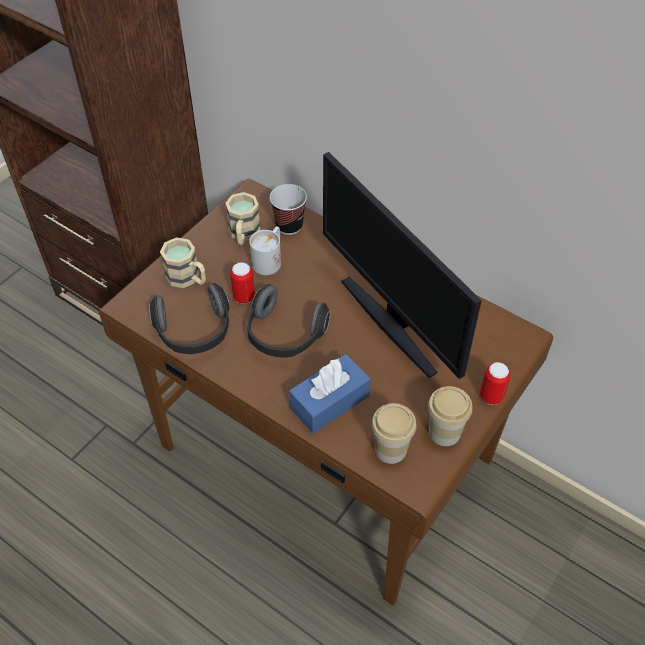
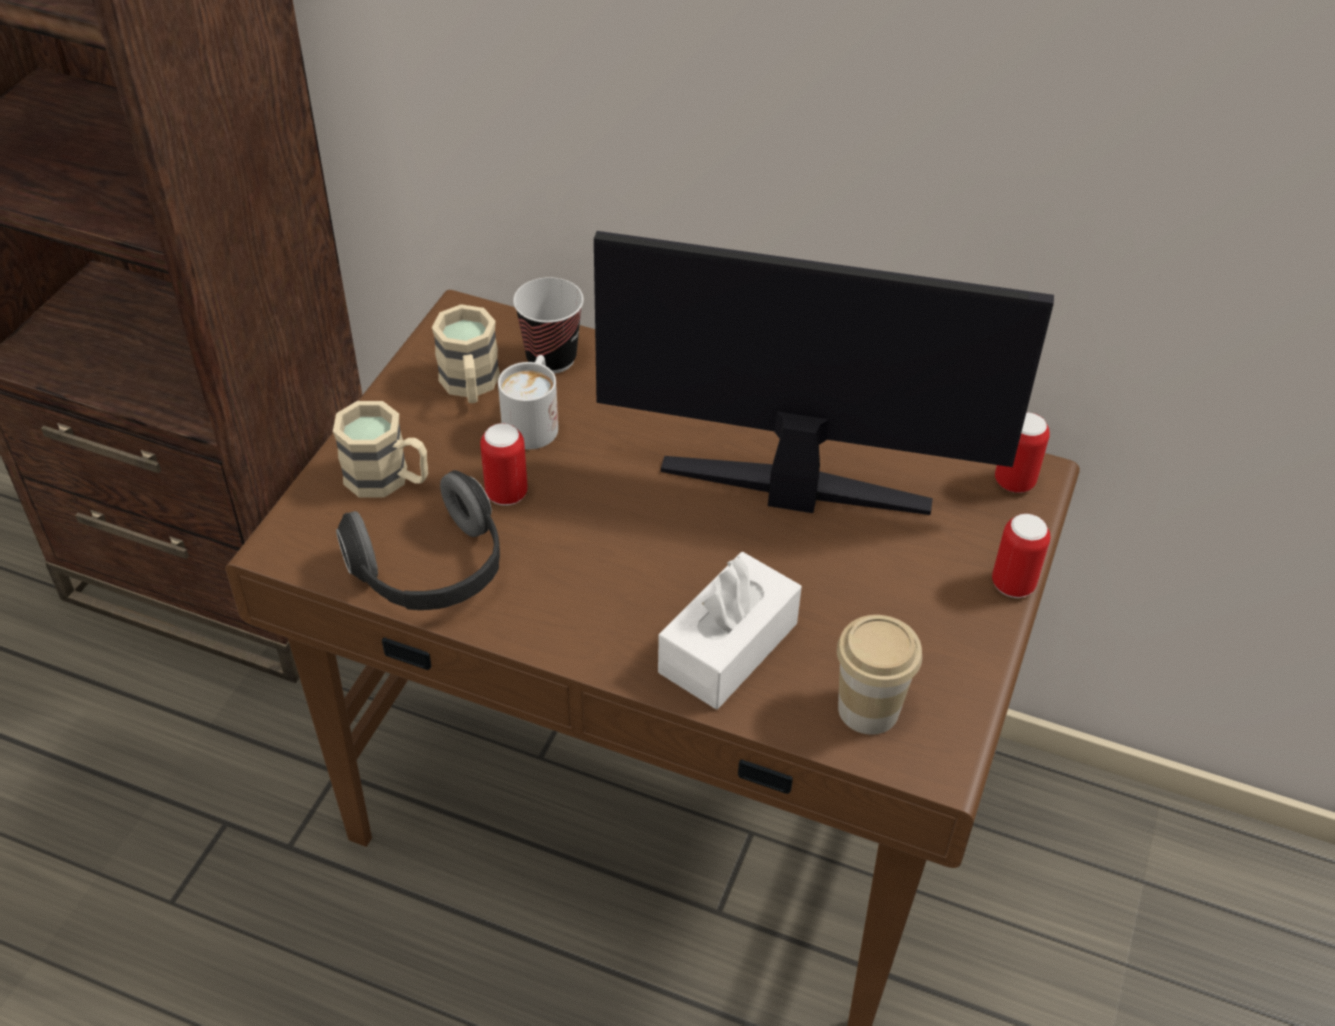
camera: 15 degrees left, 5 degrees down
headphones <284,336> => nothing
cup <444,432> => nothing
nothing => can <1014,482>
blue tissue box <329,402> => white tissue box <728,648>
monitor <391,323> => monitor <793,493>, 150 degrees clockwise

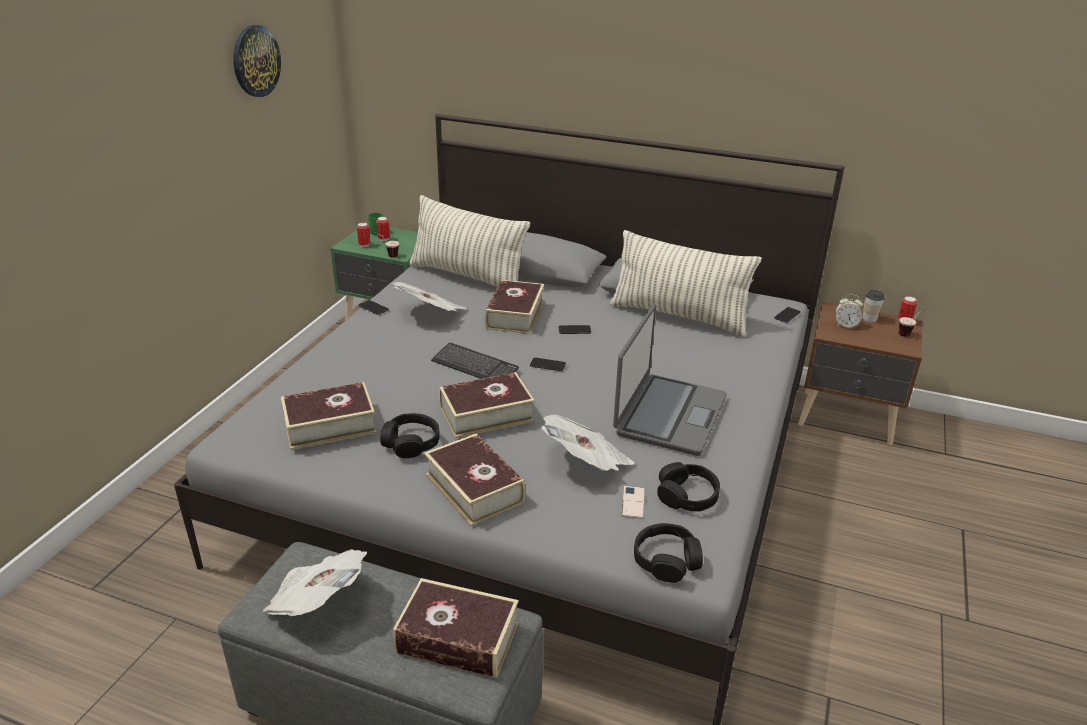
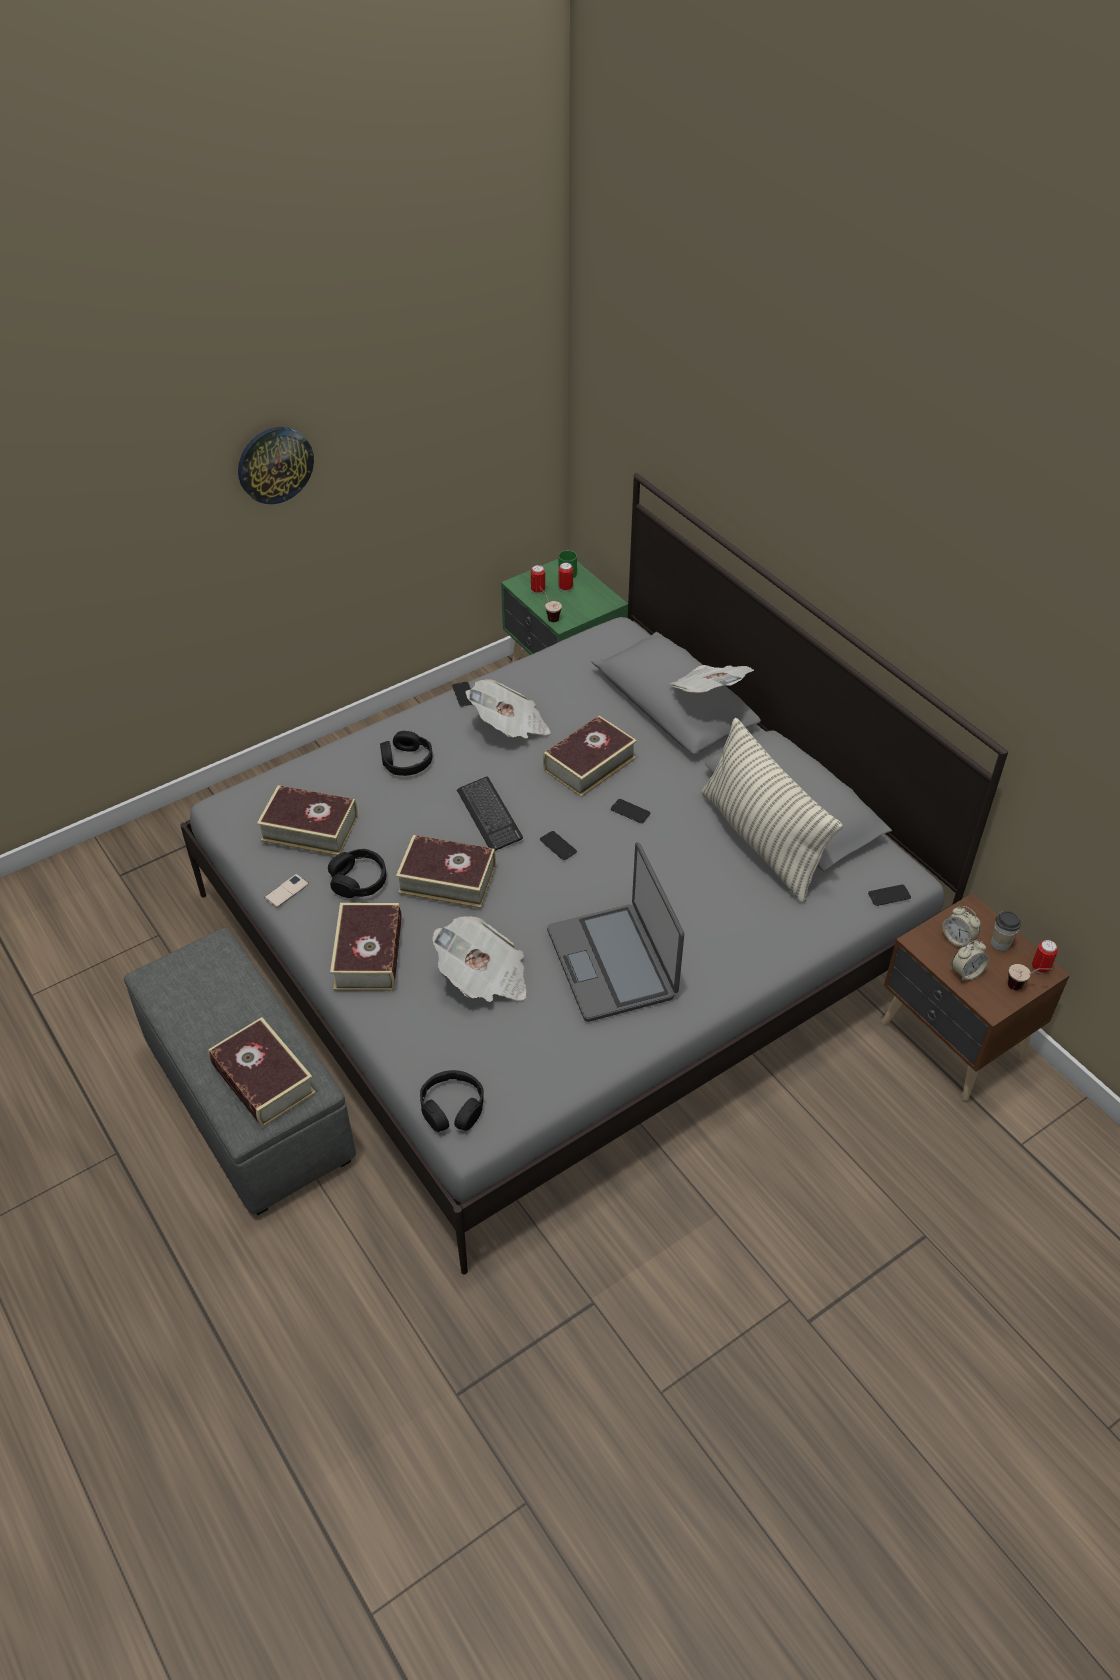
camera: 35 degrees right, 15 degrees up
pillow <467,276> => nothing
nothing => alarm clock <966,972>
wall clock <255,61> => wall clock <275,464>, moved
newspaper <318,601> => newspaper <709,693>, moved
phone <633,502> => phone <286,891>, moved
black headphones <687,495> => black headphones <406,761>, moved
laptop <669,415> => laptop <613,963>, 105 degrees clockwise

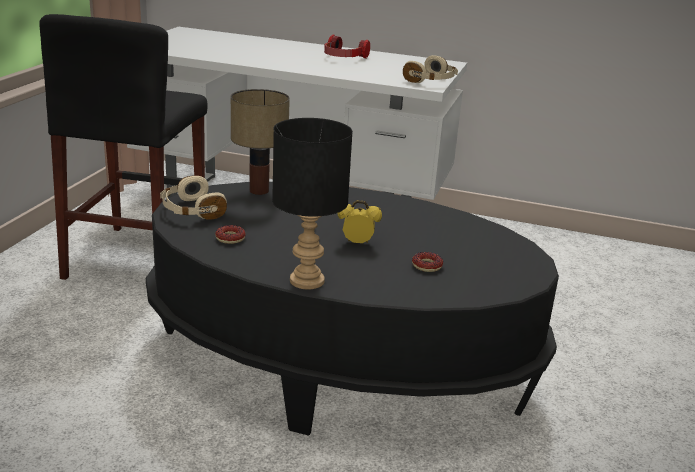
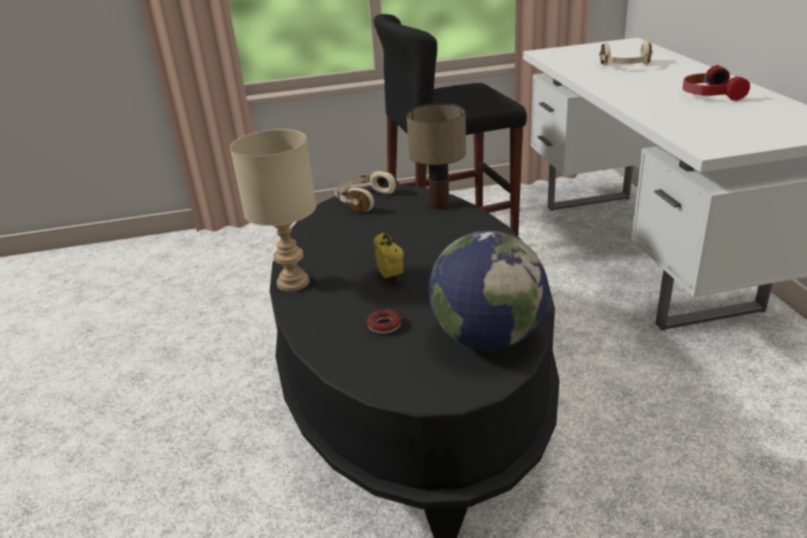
camera: 65 degrees right, 5 degrees up
donut <230,238> => nothing
nothing => globe <487,338>
beige headphones <431,81> => beige headphones <625,66>, moved
black table lamp <305,280> => beige table lamp <293,282>

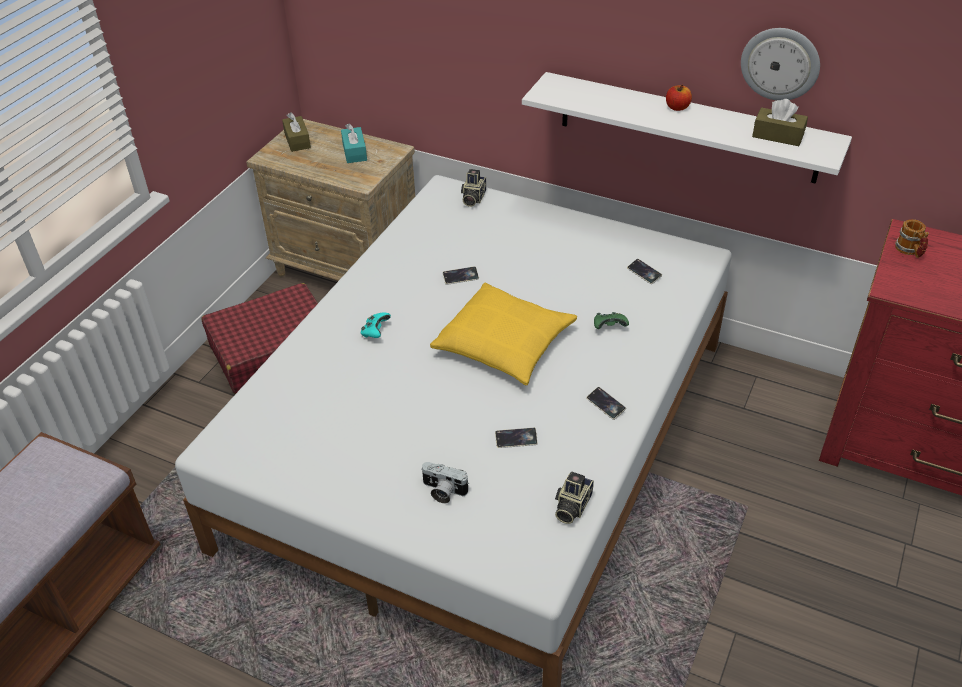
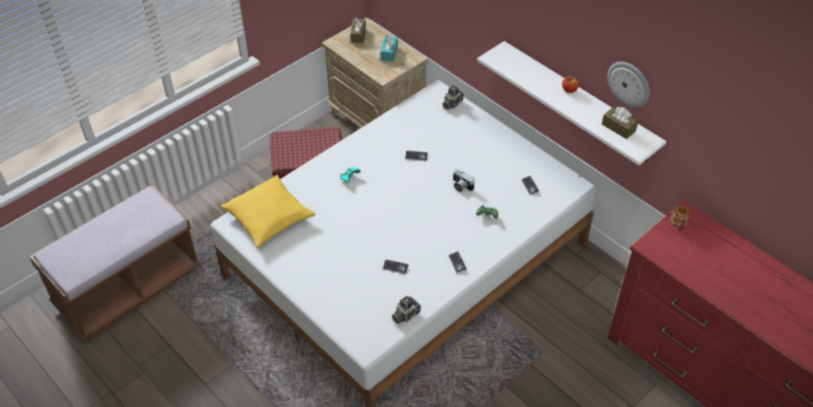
camera: 20 degrees right, 5 degrees up
photo camera <443,491> => photo camera <461,186>, moved
yellow pillow <504,344> => yellow pillow <269,217>, moved

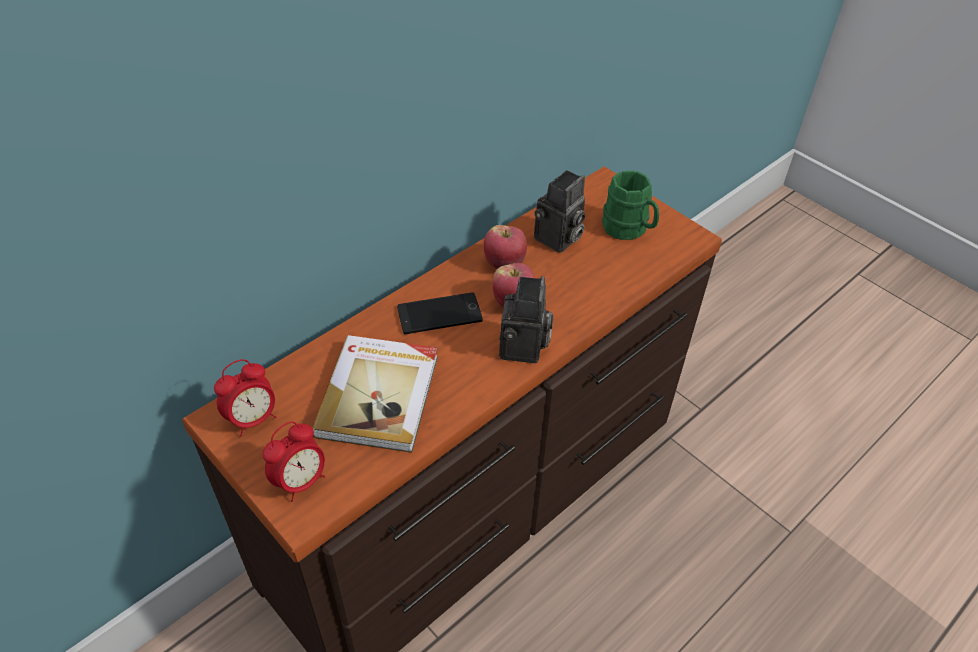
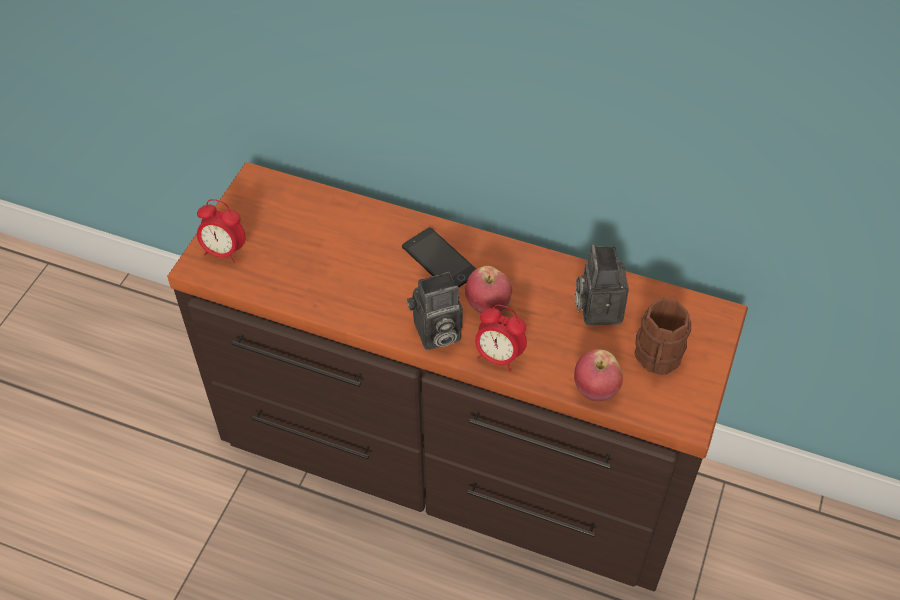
camera: 65 degrees right, 5 degrees up
book <380,395> => nothing
alarm clock <253,419> => alarm clock <498,357>, moved
apple <504,264> => apple <595,390>, moved
green mug <629,229> => brown mug <656,360>
photo camera <558,240> => photo camera <597,308>, 75 degrees clockwise

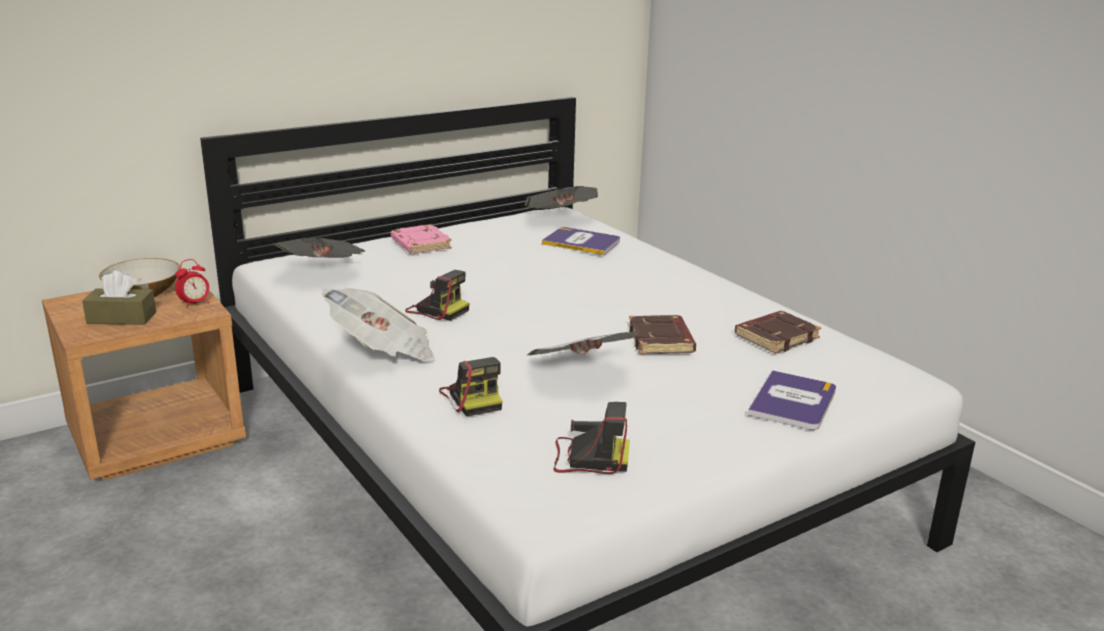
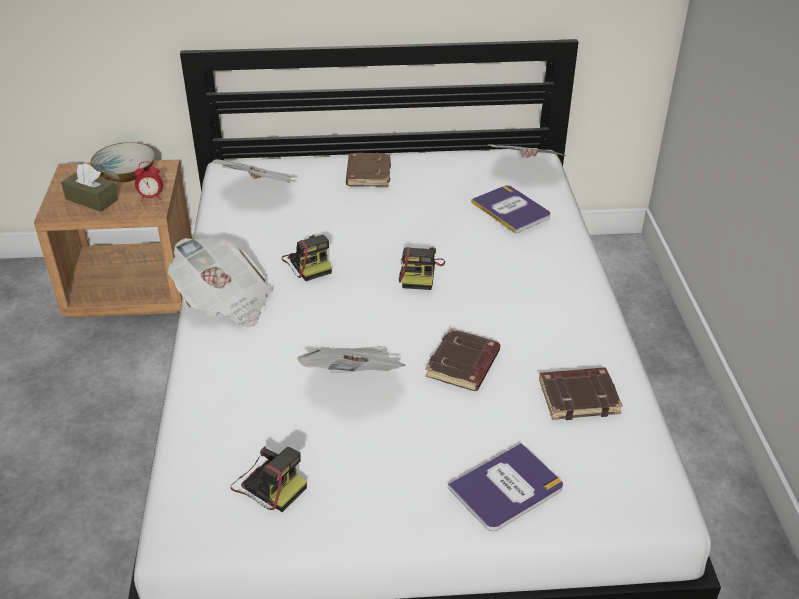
camera: 30 degrees right, 15 degrees up
photo camera <473,398> => photo camera <420,273>, moved
pink book <419,244> => brown book <367,174>

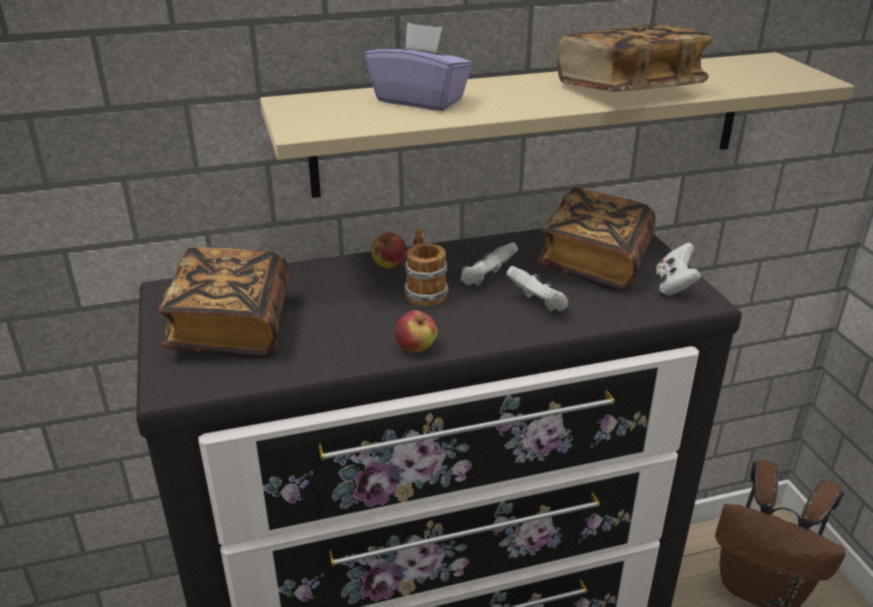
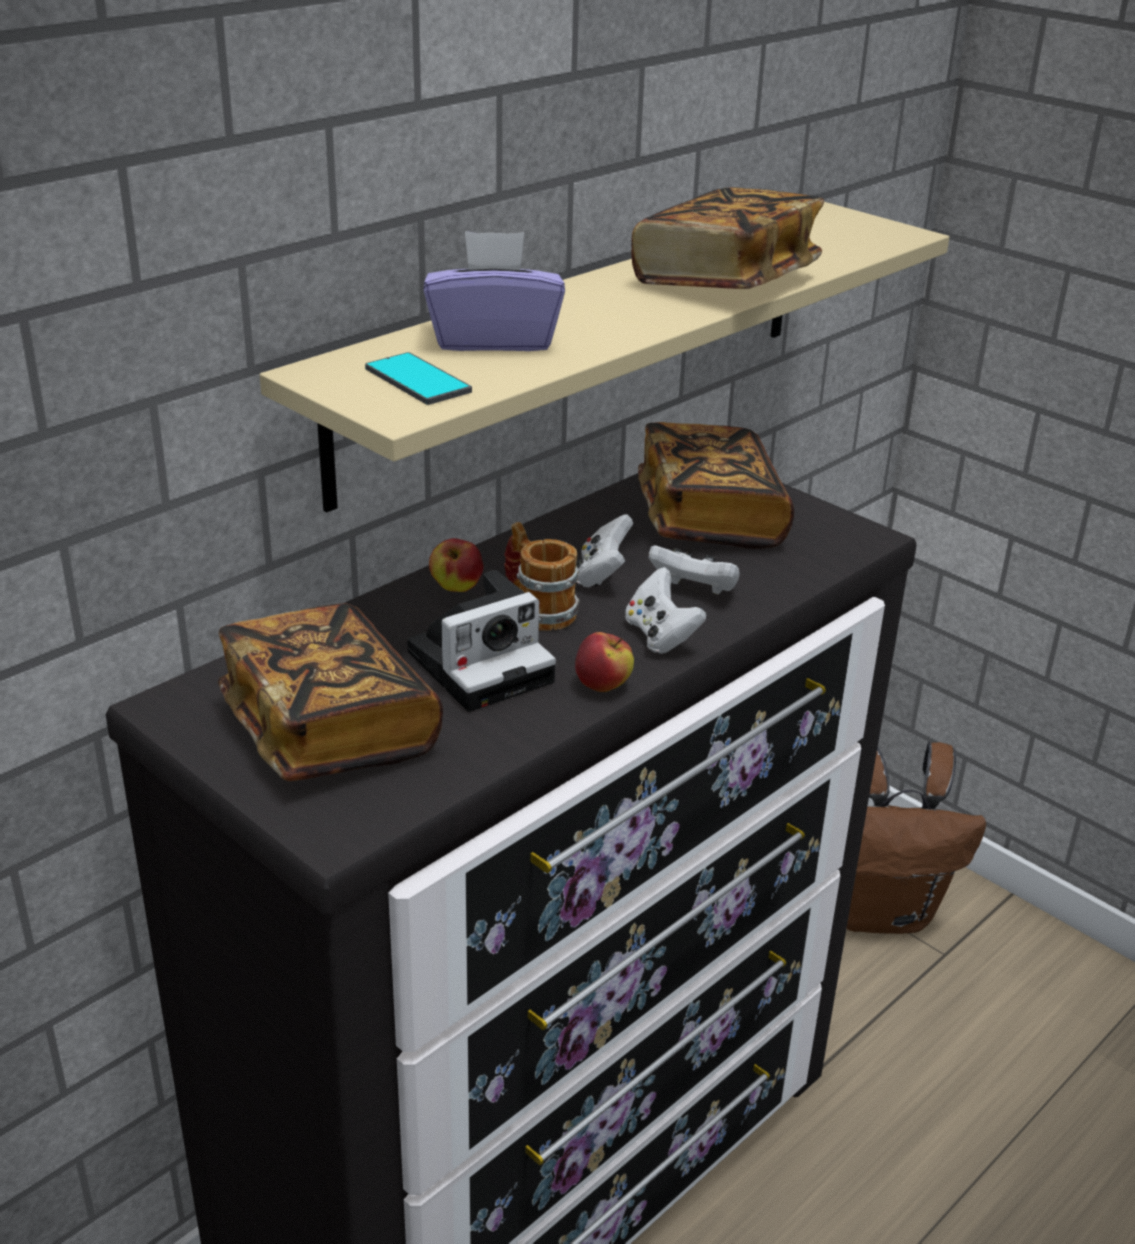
camera: 30 degrees left, 0 degrees up
nothing => phone <418,380>
nothing => photo camera <484,664>
white game controller <674,286> => white game controller <660,636>, moved

